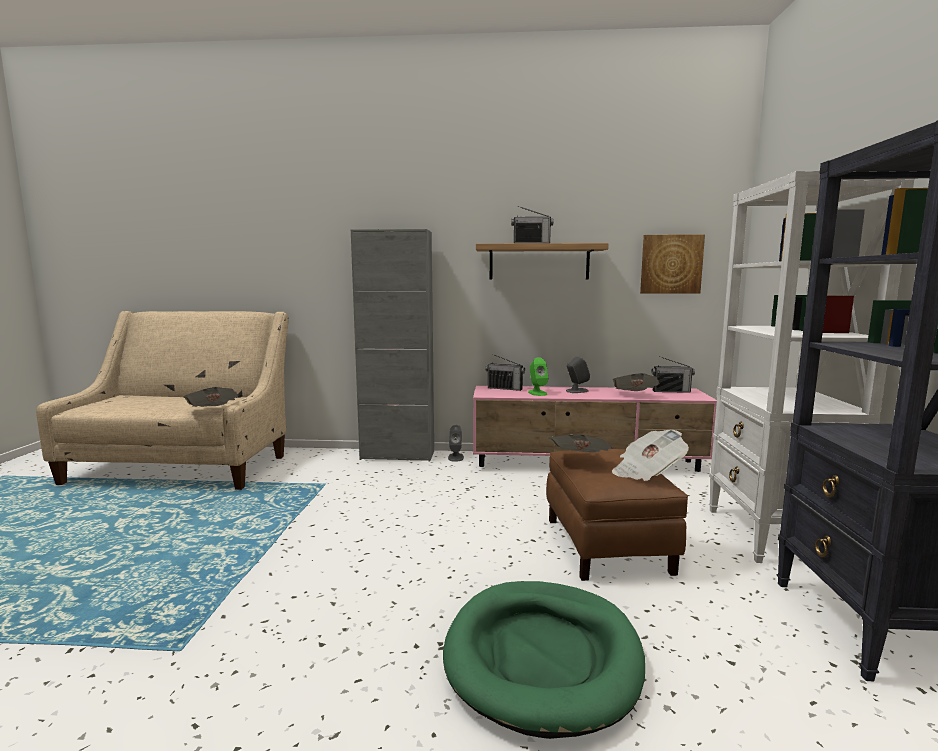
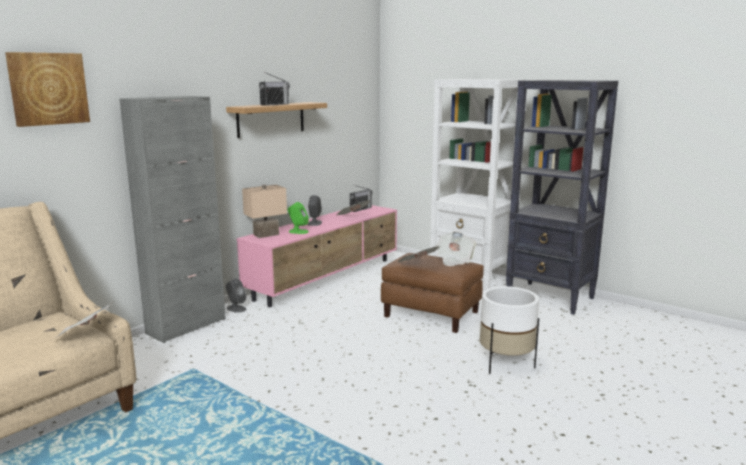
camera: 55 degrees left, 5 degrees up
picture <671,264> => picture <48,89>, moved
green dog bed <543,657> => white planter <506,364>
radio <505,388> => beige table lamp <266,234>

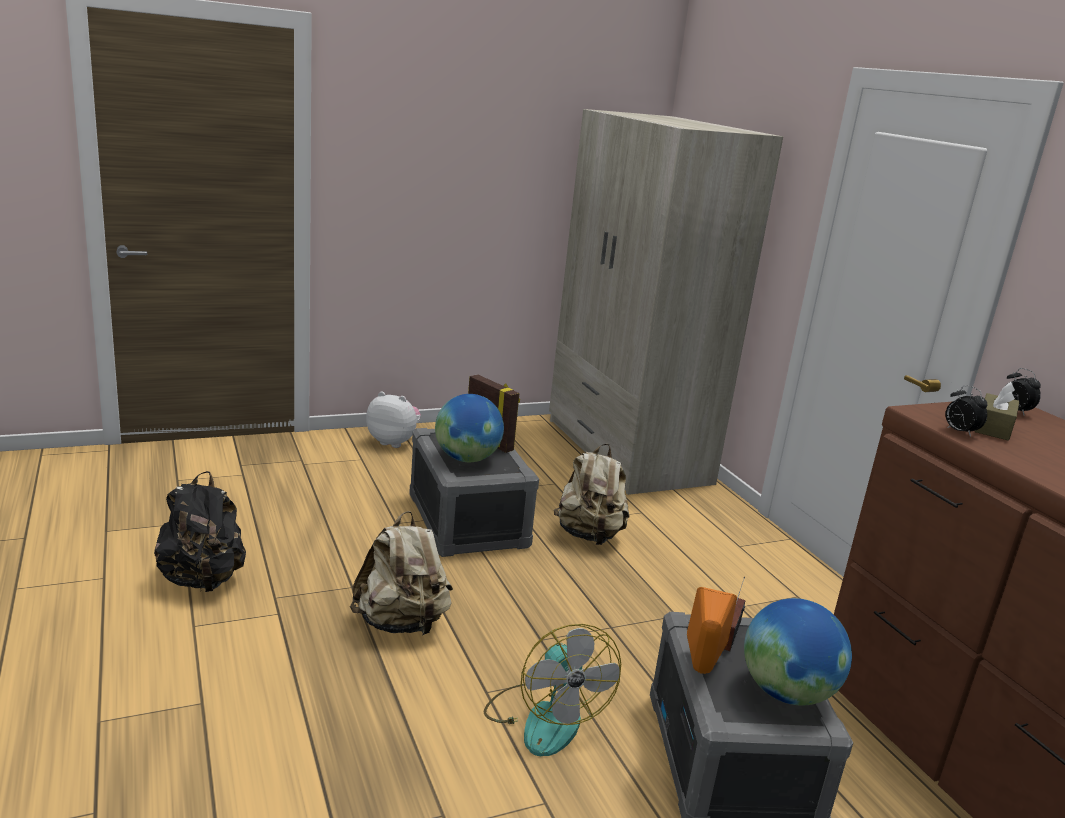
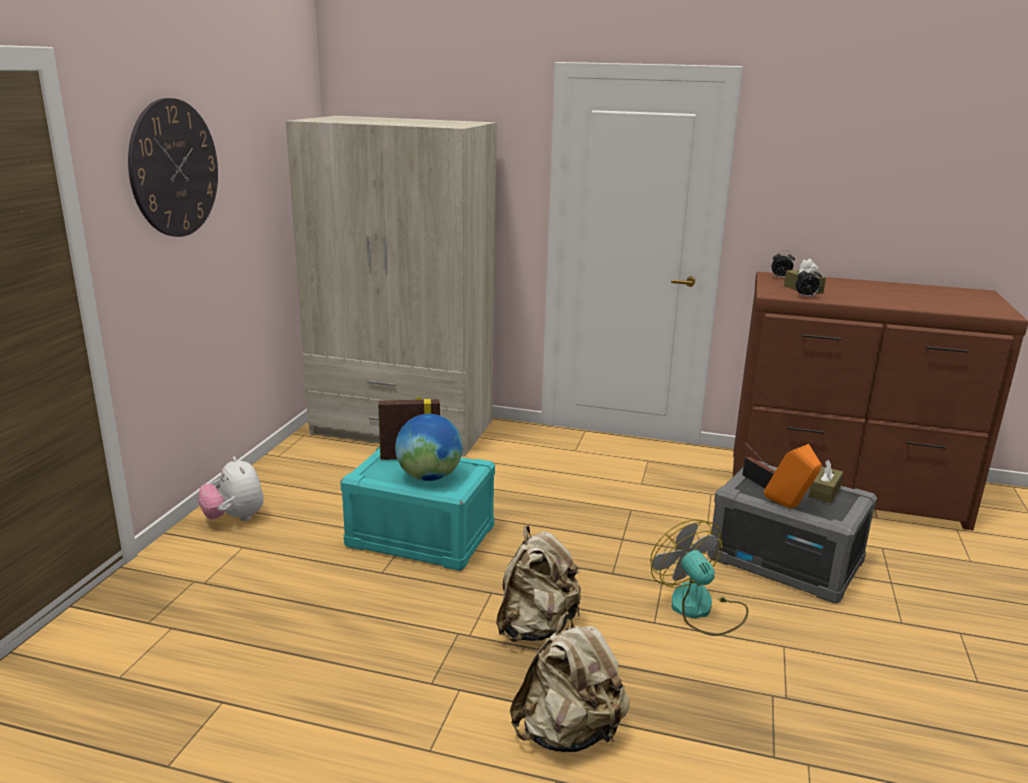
camera: 50 degrees left, 0 degrees up
black backpack <202,580> => nothing
nothing => wall clock <174,168>
beige backpack <589,535> => beige backpack <568,733>, moved
globe <786,693> => brown tissue box <824,492>
grey storage box <466,521> => turquoise storage box <419,537>
plush toy <393,442> => plush toy <235,518>, 90 degrees counterclockwise
fan <545,717> => fan <699,609>, 135 degrees counterclockwise

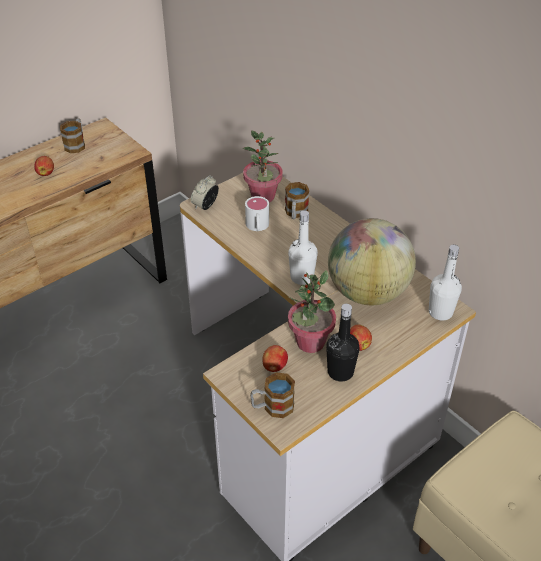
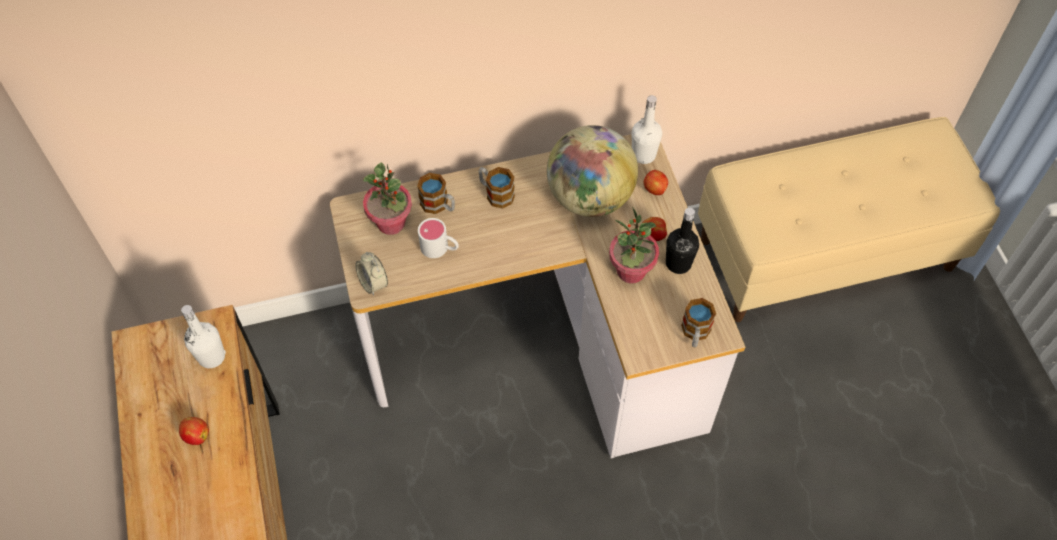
camera: 65 degrees left, 15 degrees up
mug <76,144> => mug <495,193>, moved
apple <274,367> => apple <655,189>, moved
white bottle <302,277> => white bottle <211,357>, moved

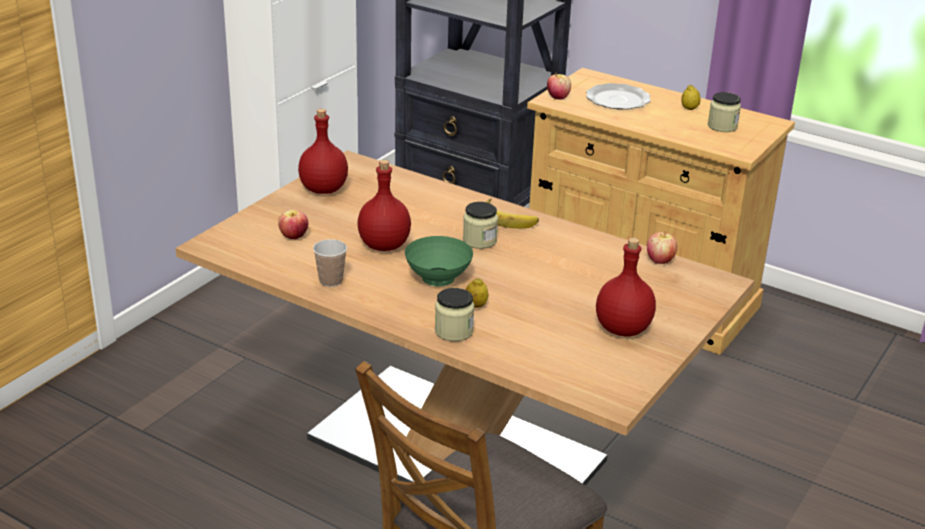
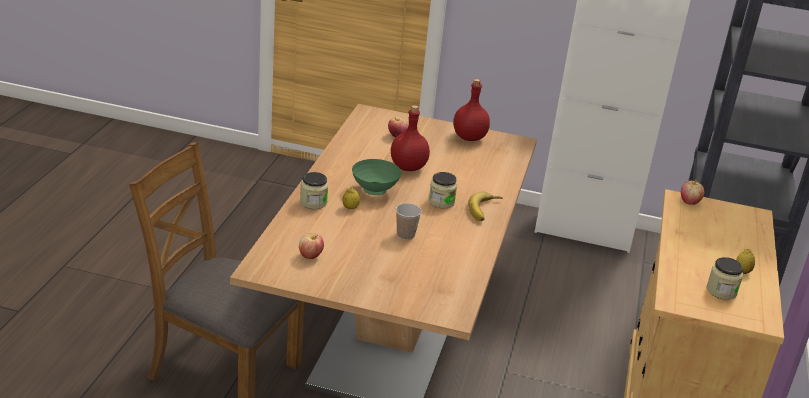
camera: 70 degrees right, 0 degrees up
plate <618,99> => nothing
red bottle <624,329> => nothing
cup <331,281> => cup <405,235>, moved
apple <660,260> => apple <310,256>, moved

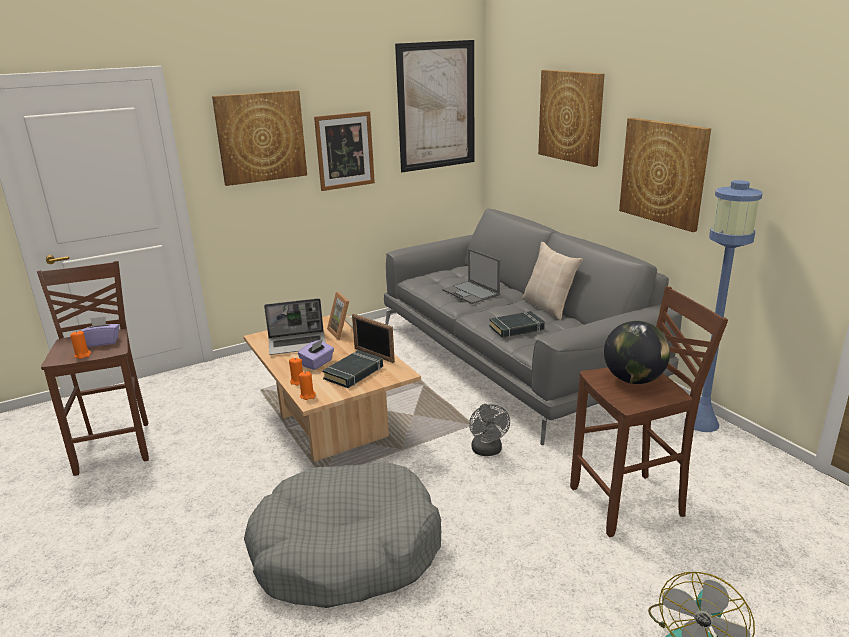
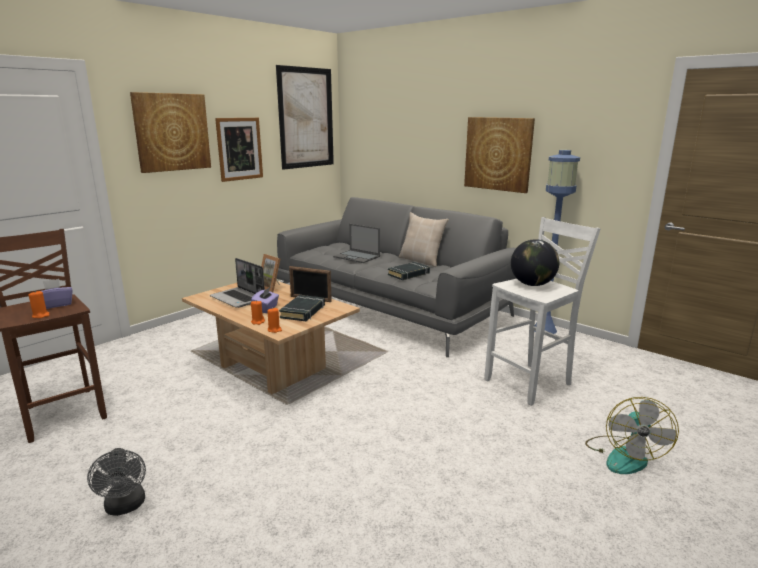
camera: 20 degrees left, 5 degrees down
grey dog bed <346,550> => nothing
picture <571,116> => nothing
grey fan <487,451> => grey fan <125,507>, moved
brown stool <630,503> => white stool <530,383>
laptop <298,344> => laptop <238,298>, 75 degrees clockwise

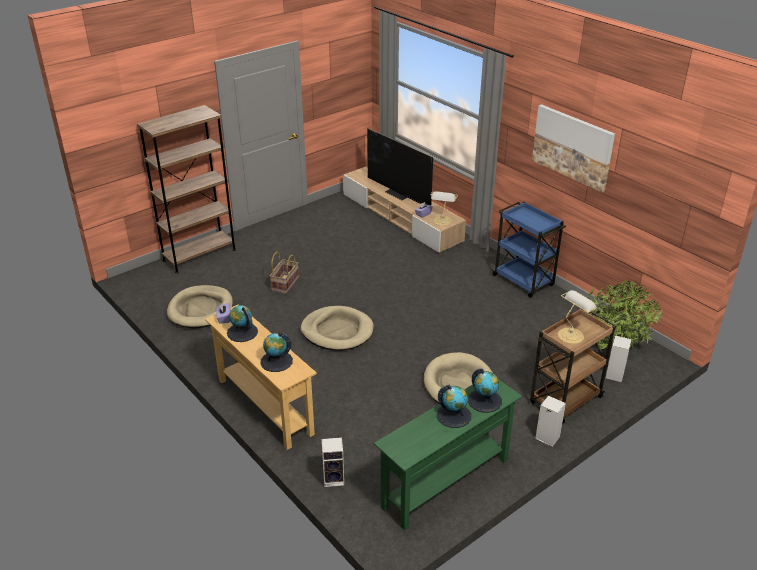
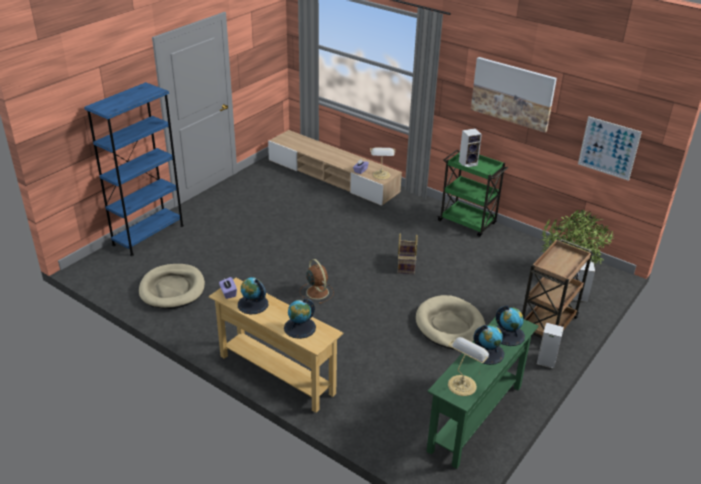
camera: 15 degrees left, 0 degrees up
television <398,193> => nothing
nothing => picture <608,148>
basket <284,284> => basket <405,264>, moved
speaker <334,478> => speaker <468,163>, moved
table lamp <571,335> => table lamp <462,384>, moved
beige dog bed <337,331> => brown fan <317,291>
brown bookcase <199,255> => blue bookcase <148,235>
blue cart <524,281> => green cart <468,222>

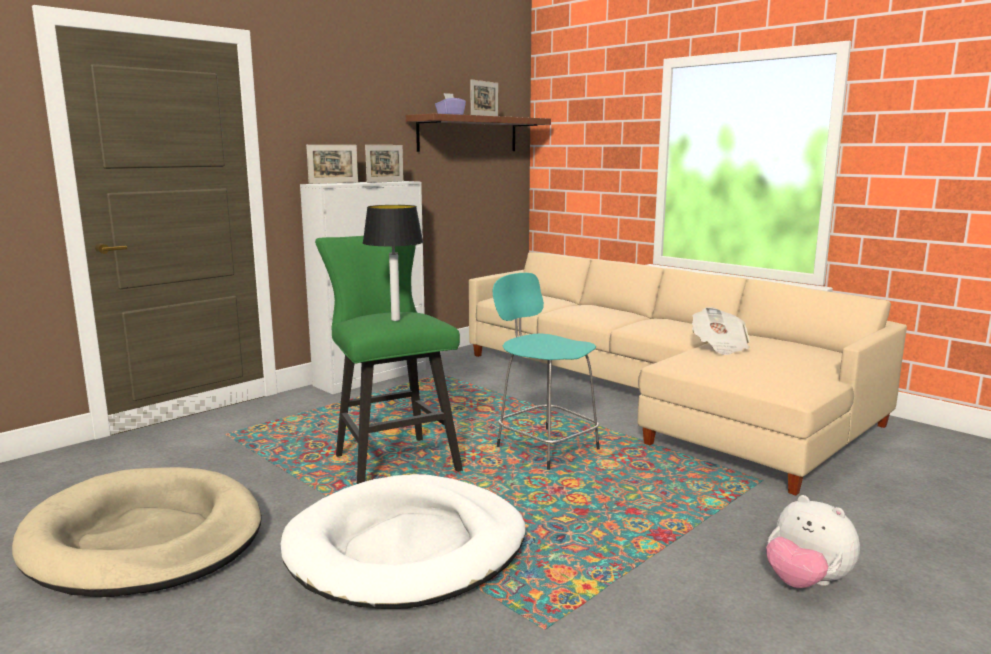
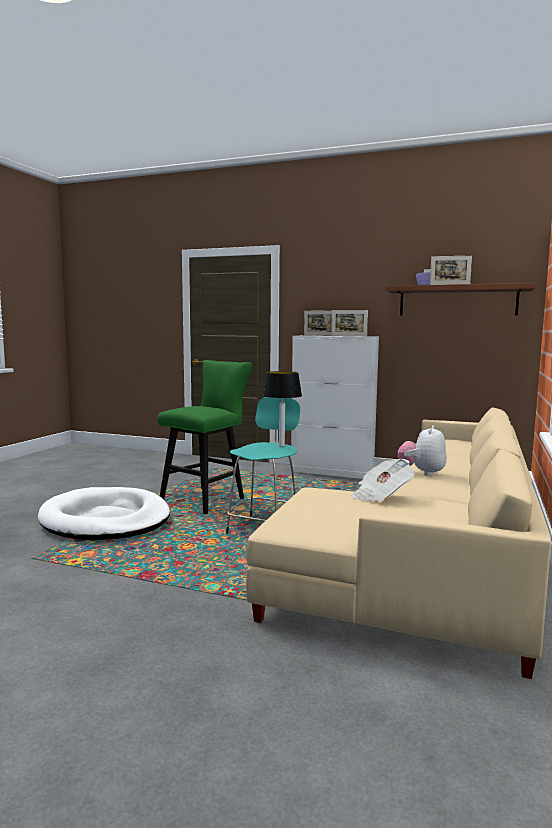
camera: 65 degrees right, 5 degrees down
beige dog bed <145,538> => nothing
table lamp <395,320> => table lamp <281,446>, moved
plush toy <806,582> => plush toy <422,473>, moved

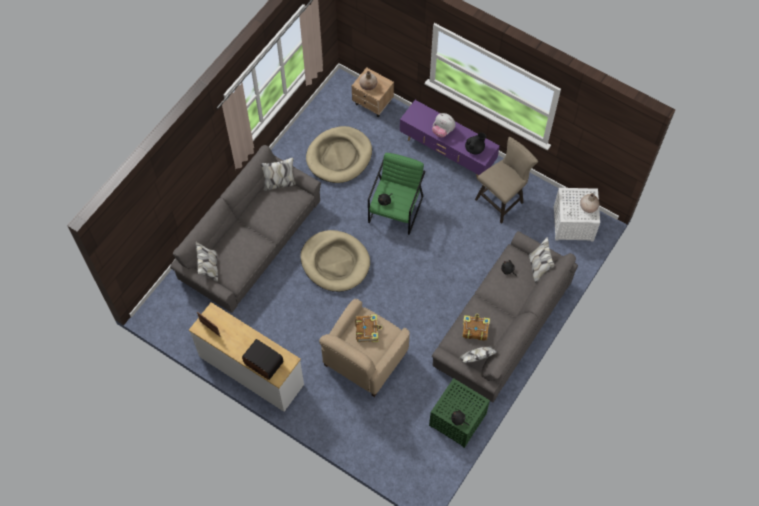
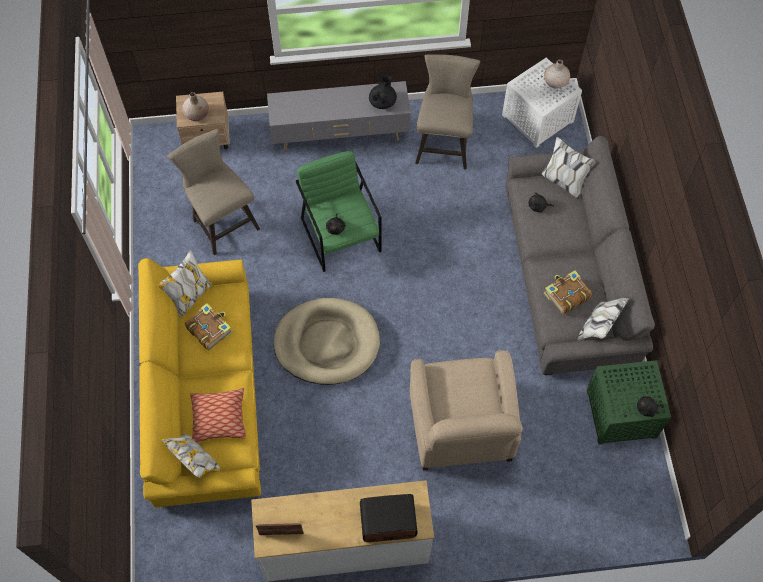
camera: 40 degrees left, 0 degrees up
plush toy <443,131> => nothing
nothing => pillow <219,418>
book <367,330> => book <209,329>, moved
beige dog bed <339,156> => beige stool <222,222>
grey sofa <251,241> => yellow sofa <205,393>
purple tv stand <447,153> => grey tv stand <340,136>

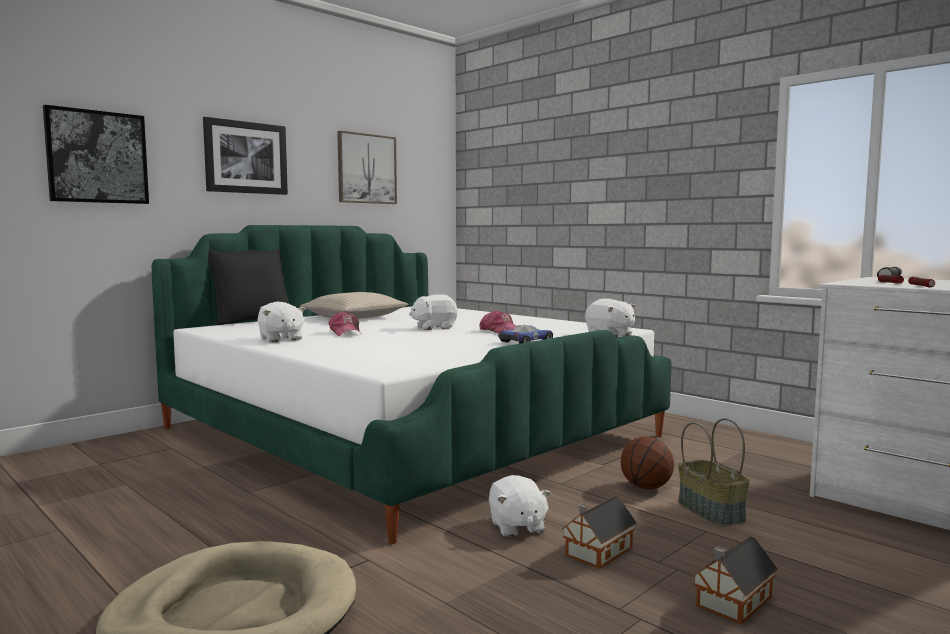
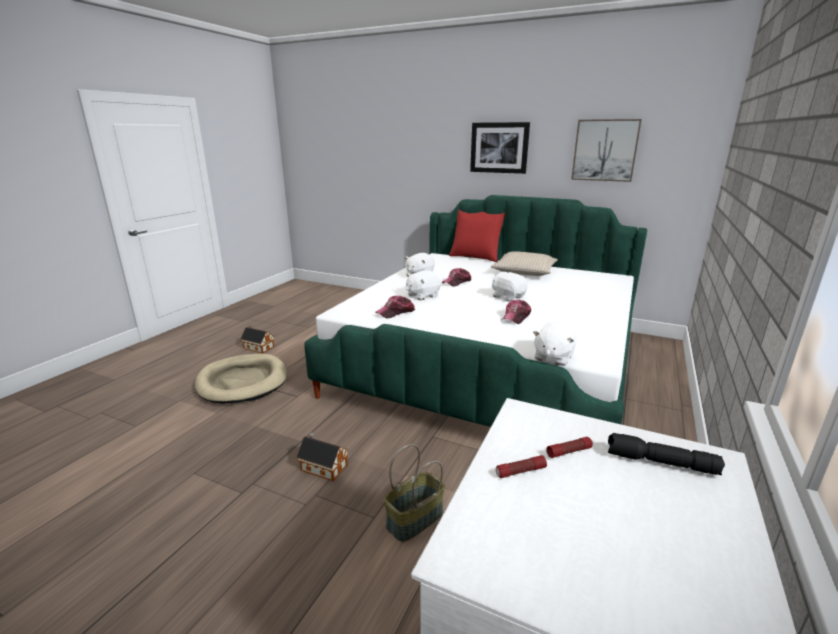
camera: 70 degrees right, 15 degrees up
picture <97,157> => nothing
toy car <527,341> => nothing
basketball <646,487> => nothing
nothing => cap <395,312>
white plush toy <516,527> => white plush toy <422,295>, moved
toy house <731,602> => toy house <258,347>, moved
black pillow <251,321> => red pillow <475,257>

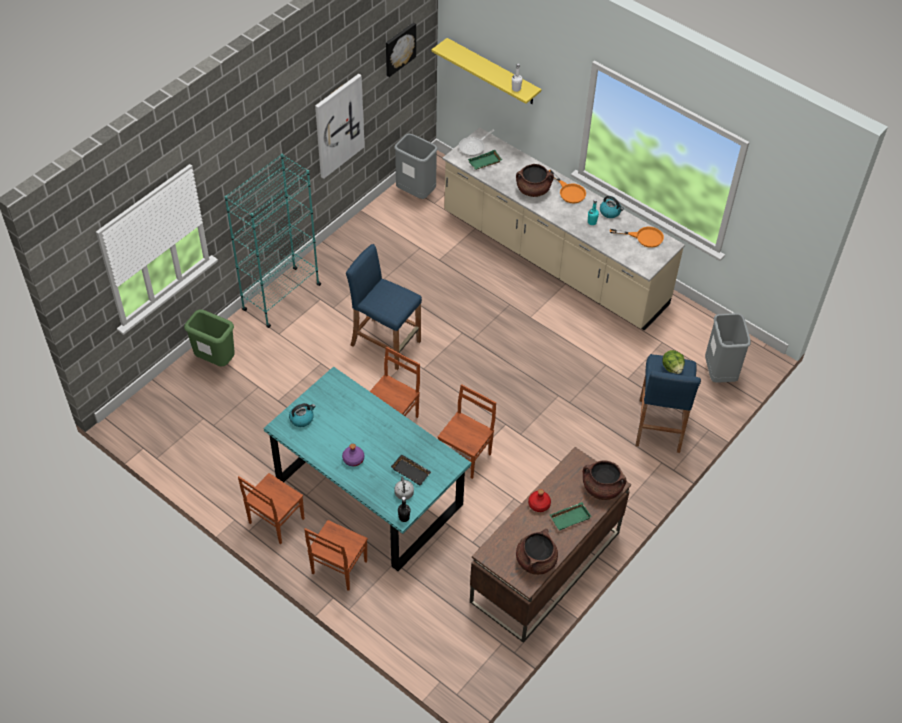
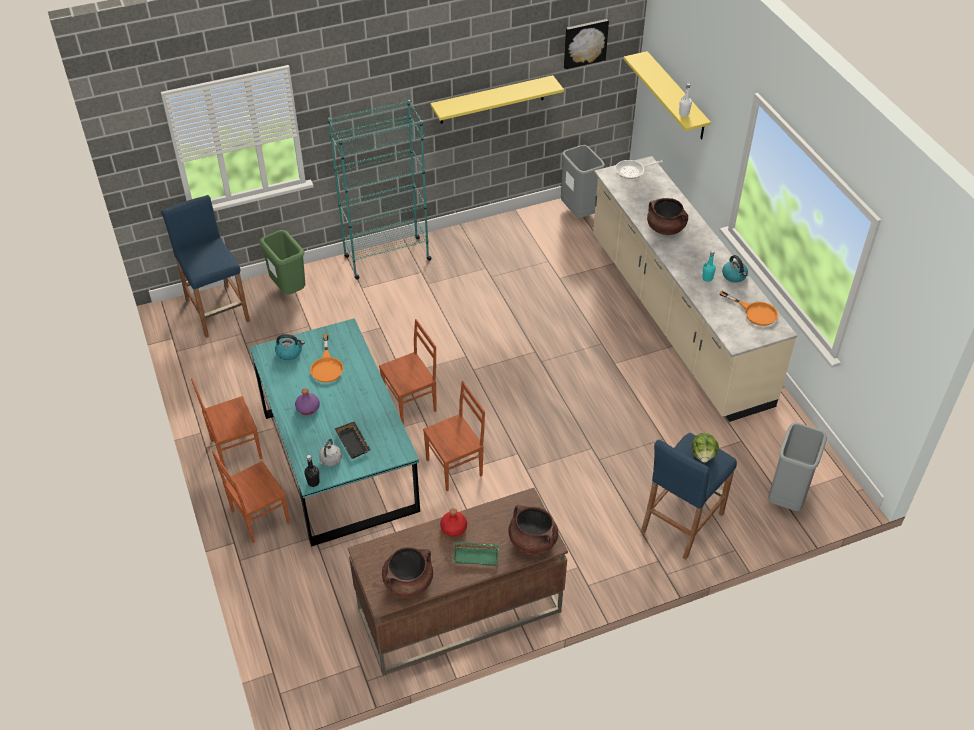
camera: 30 degrees right, 5 degrees down
green tray <484,163> => nothing
blue stool <386,343> => blue stool <217,311>, moved
orange frying pan <569,191> => orange frying pan <327,366>, moved
picture <338,125> => yellow shelf <492,100>

